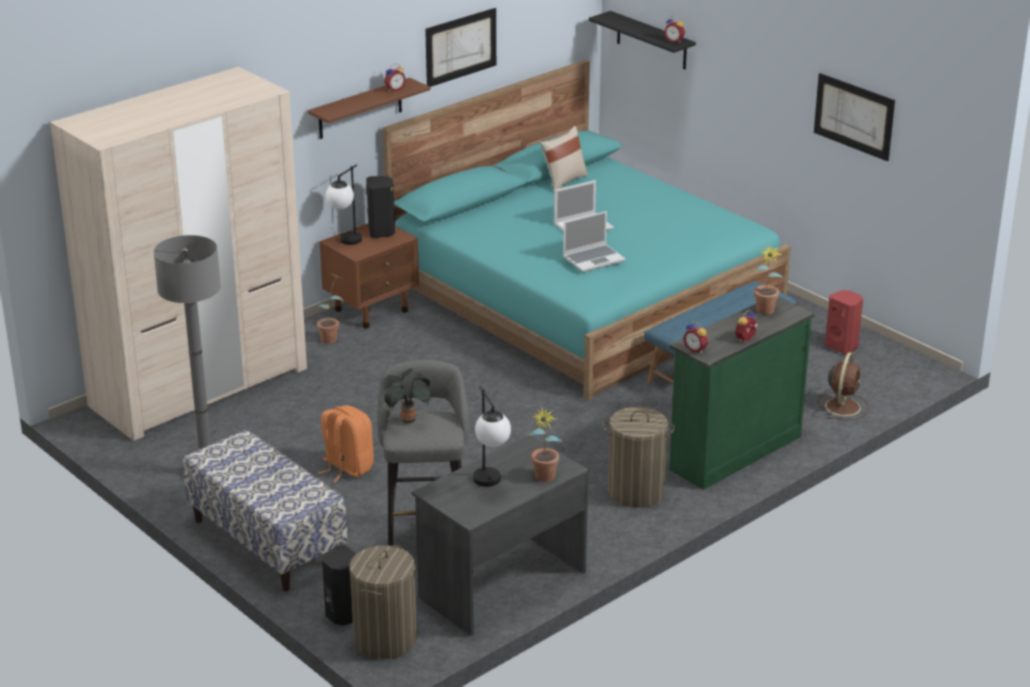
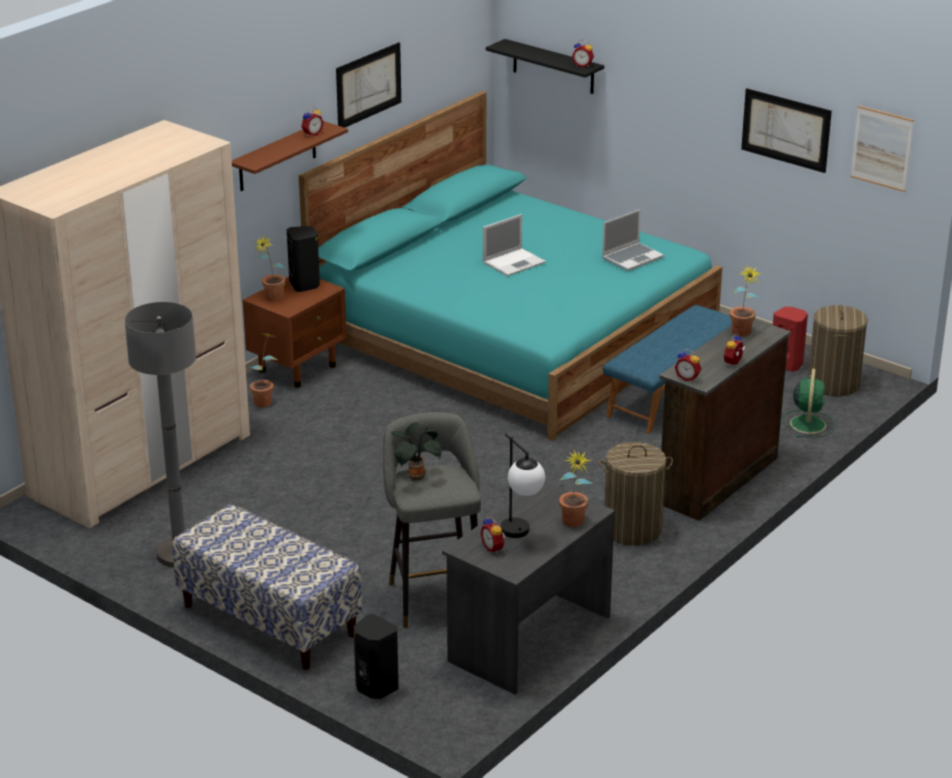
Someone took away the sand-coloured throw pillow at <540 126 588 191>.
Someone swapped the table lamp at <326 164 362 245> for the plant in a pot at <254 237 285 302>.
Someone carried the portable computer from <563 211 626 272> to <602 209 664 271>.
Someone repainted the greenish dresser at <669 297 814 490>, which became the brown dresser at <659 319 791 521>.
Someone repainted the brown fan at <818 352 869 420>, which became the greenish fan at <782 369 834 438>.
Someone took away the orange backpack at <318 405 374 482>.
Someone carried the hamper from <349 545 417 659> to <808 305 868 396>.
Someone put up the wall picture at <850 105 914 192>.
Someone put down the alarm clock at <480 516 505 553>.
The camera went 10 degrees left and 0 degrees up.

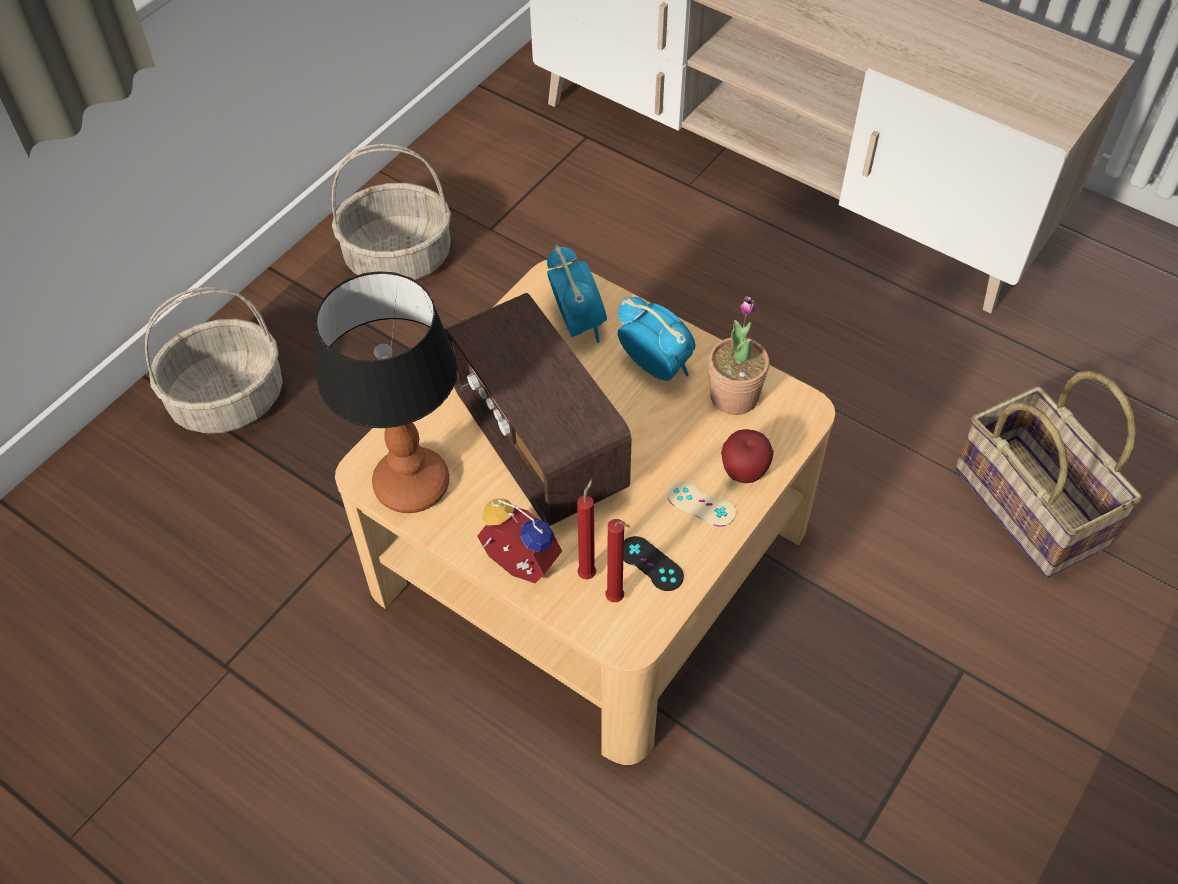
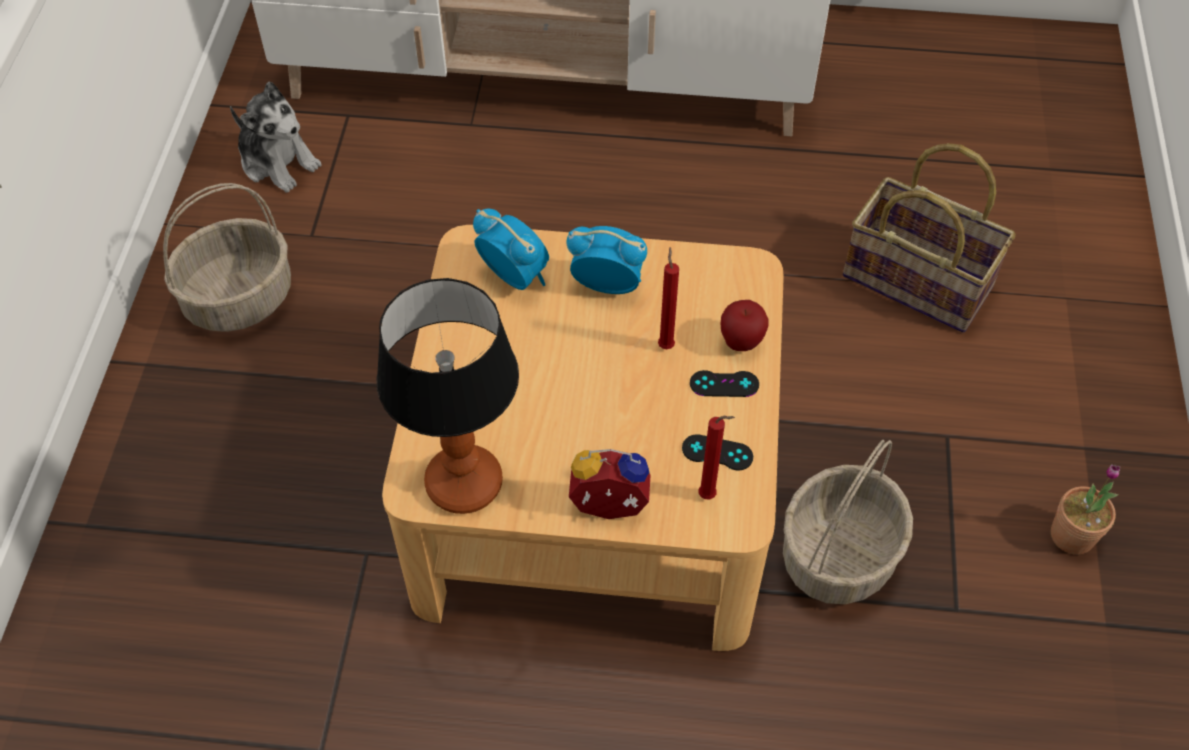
Someone carried the storage basket from <145 287 283 434> to <783 440 913 604>.
Someone took away the radio at <445 293 632 526>.
Someone carried the plant in a pot from <709 296 769 415> to <1051 464 1120 555>.
Someone carried the red wax light from <577 479 596 580> to <658 247 679 349>.
Someone repainted the sand-coloured game controller at <667 481 736 527>, which became the black-coloured game controller at <690 370 759 397>.
Someone put down the soft toy at <230 81 322 193>.
The camera went 30 degrees left and 0 degrees up.

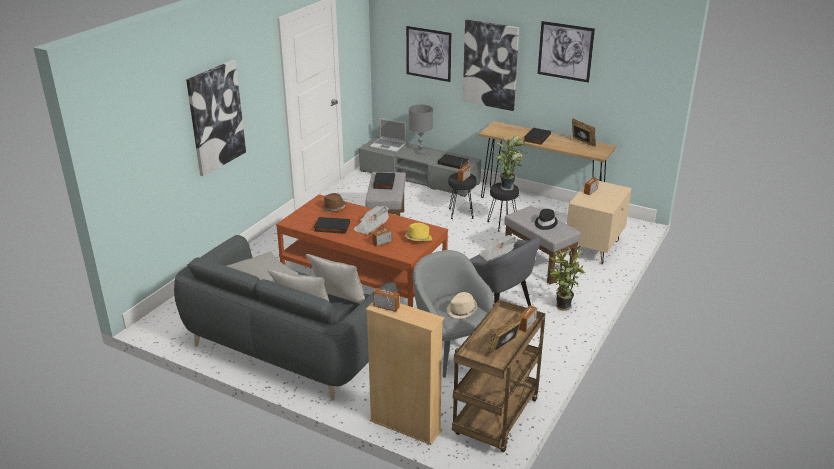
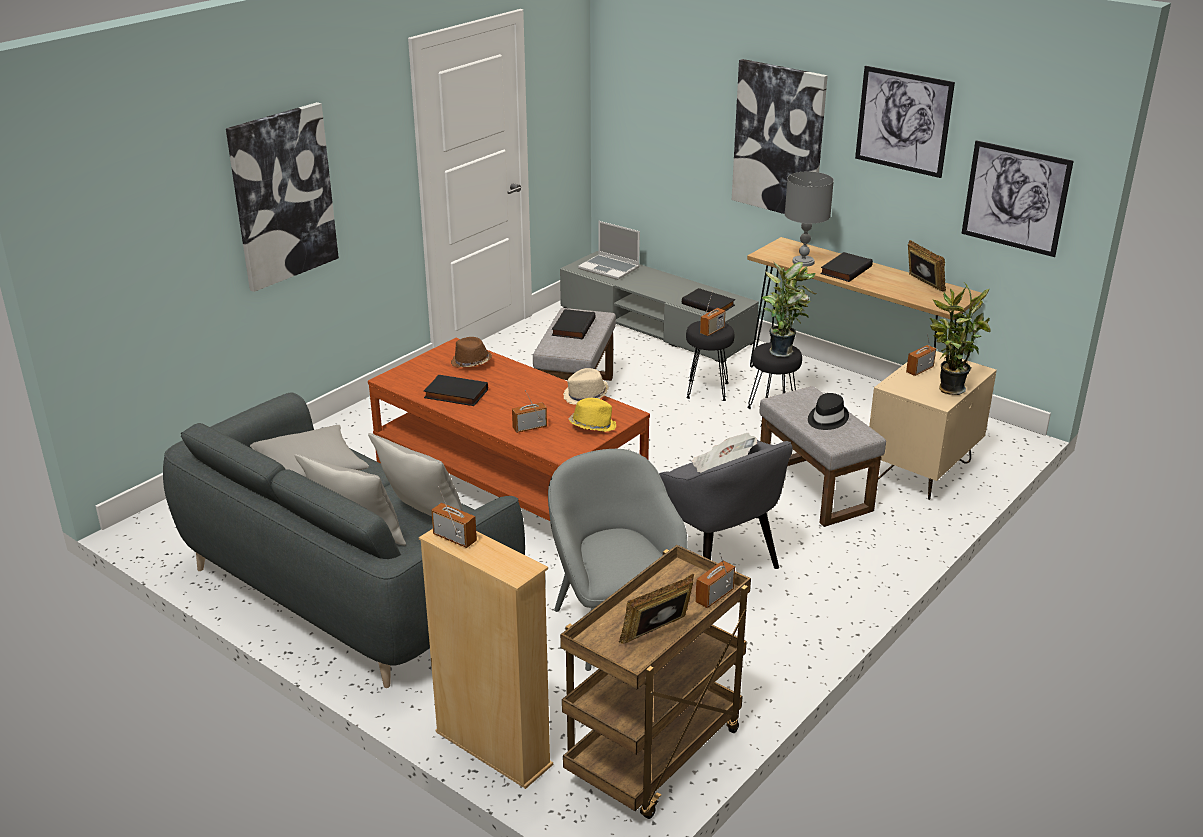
Someone carried the wall picture from <406 26 452 82> to <962 140 1074 257>.
Someone carried the greyish table lamp from <409 105 433 155> to <785 171 834 267>.
Someone took away the daily paper at <354 206 389 235>.
Someone carried the plant in a pot from <550 246 584 311> to <930 283 991 395>.
Someone carried the sand-coloured hat from <447 292 477 319> to <563 368 609 405>.
The camera went 10 degrees right and 0 degrees up.

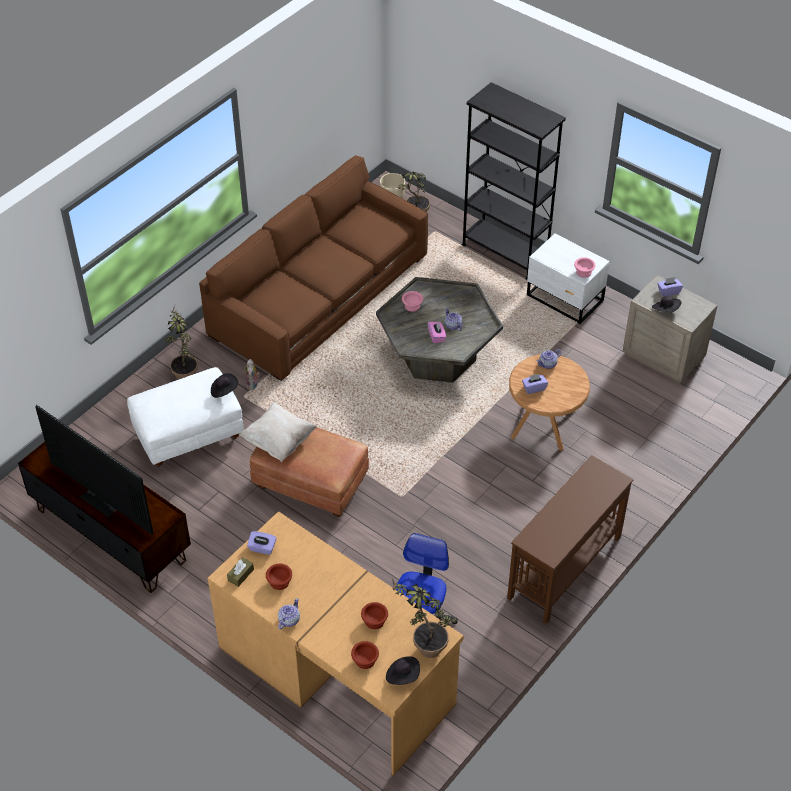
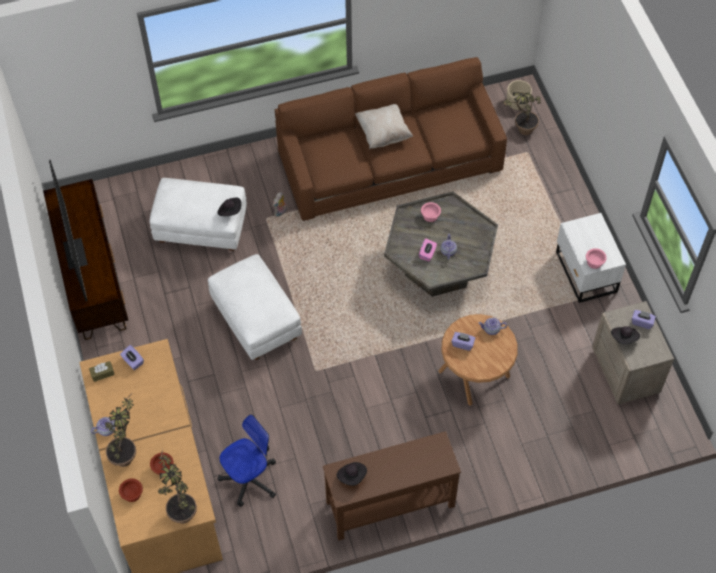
Someone took away the black-coloured bookcase at <462 82 566 280>.
Someone carried the plant in a pot from <165 303 198 380> to <105 396 136 467>.
Someone carried the sand-coloured throw pillow from <239 402 317 462> to <355 104 413 149>.
Someone repainted the brown ottoman at <250 427 369 517>, which became the whitish ottoman at <208 254 302 360>.
Someone took away the brown deep dish at <266 564 292 590>.
Someone carried the black-coloured hat from <386 656 420 685> to <337 462 367 486>.
The camera went 35 degrees right and 10 degrees up.

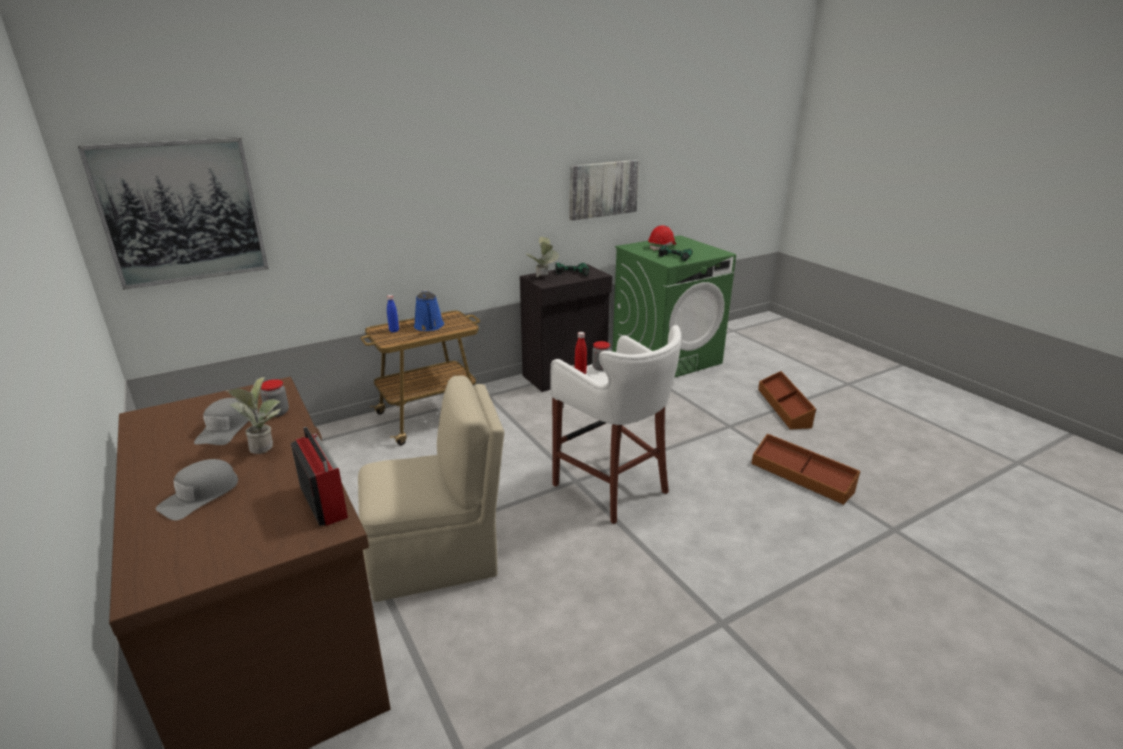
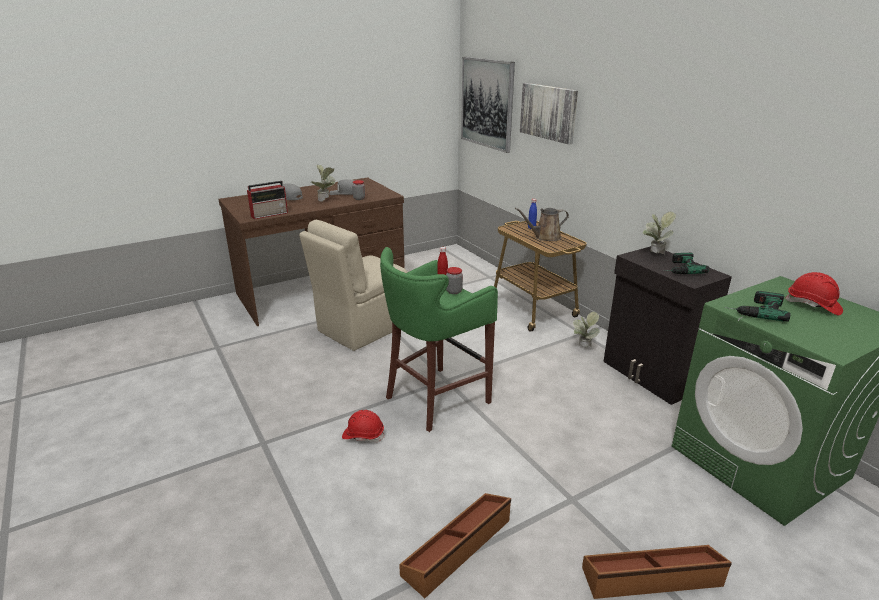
Someone carried the wall picture from <570 160 640 221> to <520 83 578 145>.
Someone repainted the blue-coloured sprinkling can at <414 290 444 331>, which became the brown sprinkling can at <515 208 569 241>.
Someone repainted the whitish stool seat at <550 325 681 524>, which became the greenish stool seat at <380 247 498 432>.
Someone rotated the sand-coloured upright chair at <358 375 504 602> by 60 degrees clockwise.
Someone put down the plant in a pot at <573 312 600 347>.
Someone put down the red hard hat at <342 410 385 442>.
The camera went 90 degrees right and 0 degrees up.

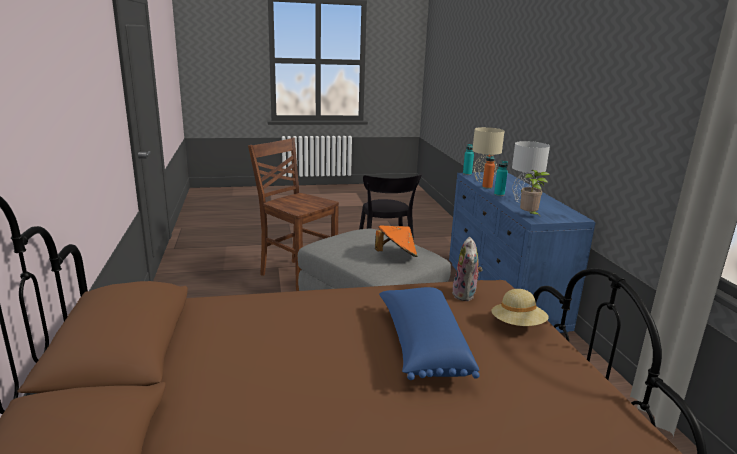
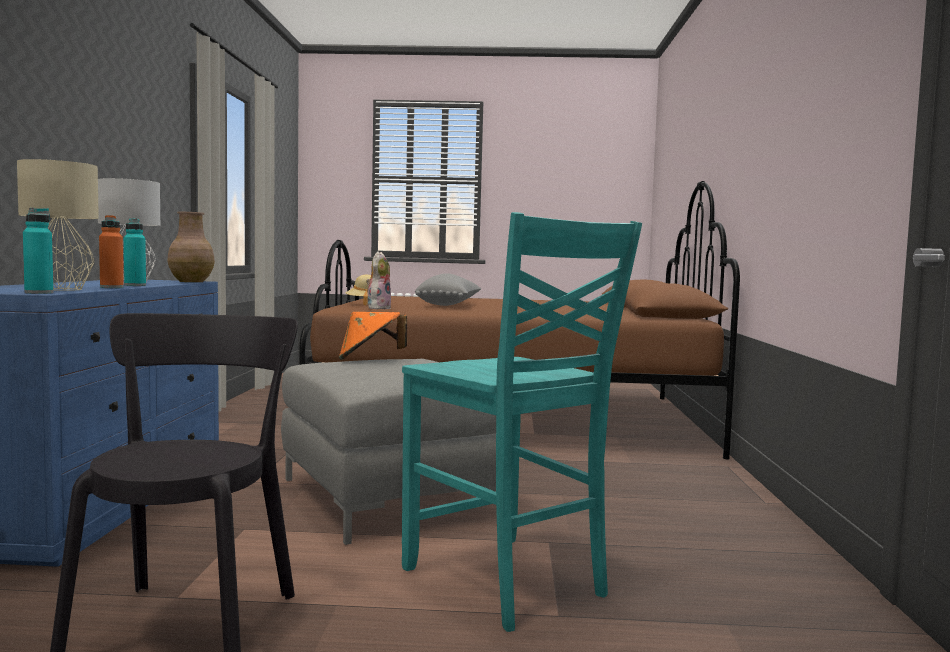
Someone repainted the brown upright chair at <248 138 339 291>, which became the turquoise-coloured upright chair at <402 212 642 632>.
Someone swapped the plant in a pot at <520 170 550 215> for the brown decorative vase at <167 212 215 282>.
Someone repainted the blue-coloured throw pillow at <379 287 480 380>, which became the greyish throw pillow at <415 273 481 306>.
The camera went 165 degrees left and 15 degrees down.

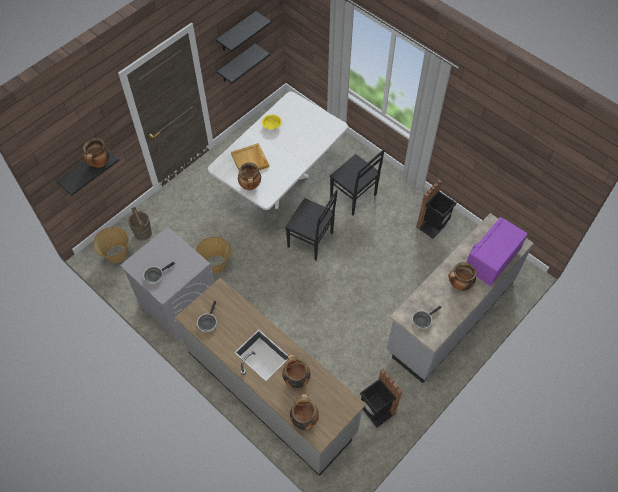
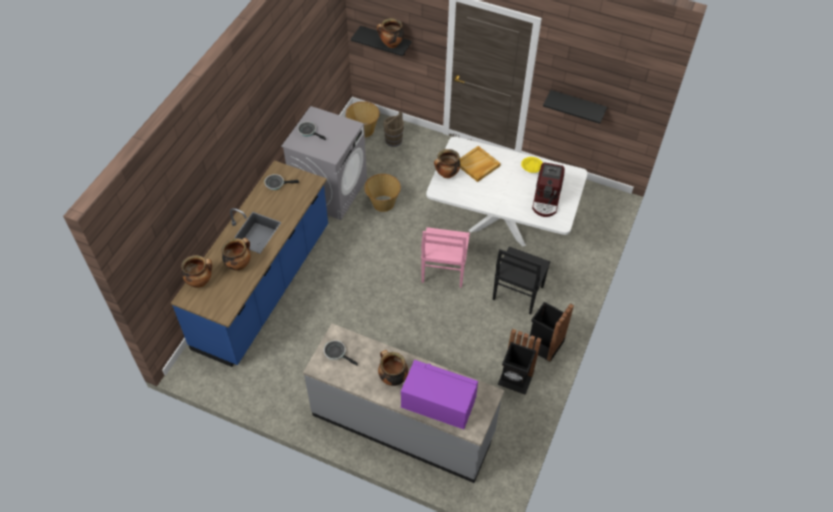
Someone took away the black-coloured shelf at <216 11 271 52>.
Someone repainted the black-coloured upright chair at <285 189 338 260>, which became the pink upright chair at <421 227 470 288>.
Someone repainted the greyish counter at <175 278 366 476>, which became the blue-coloured counter at <171 160 328 367>.
Someone carried the black-coloured rubbish bin from <360 368 402 427> to <530 302 574 362>.
Someone put down the coffee brewer at <532 162 565 217>.
The camera went 70 degrees right and 5 degrees down.

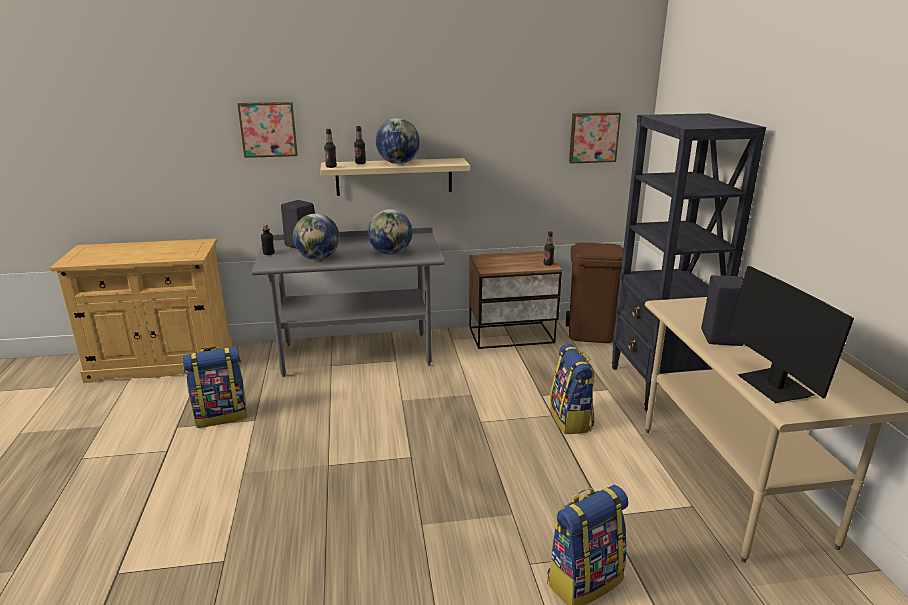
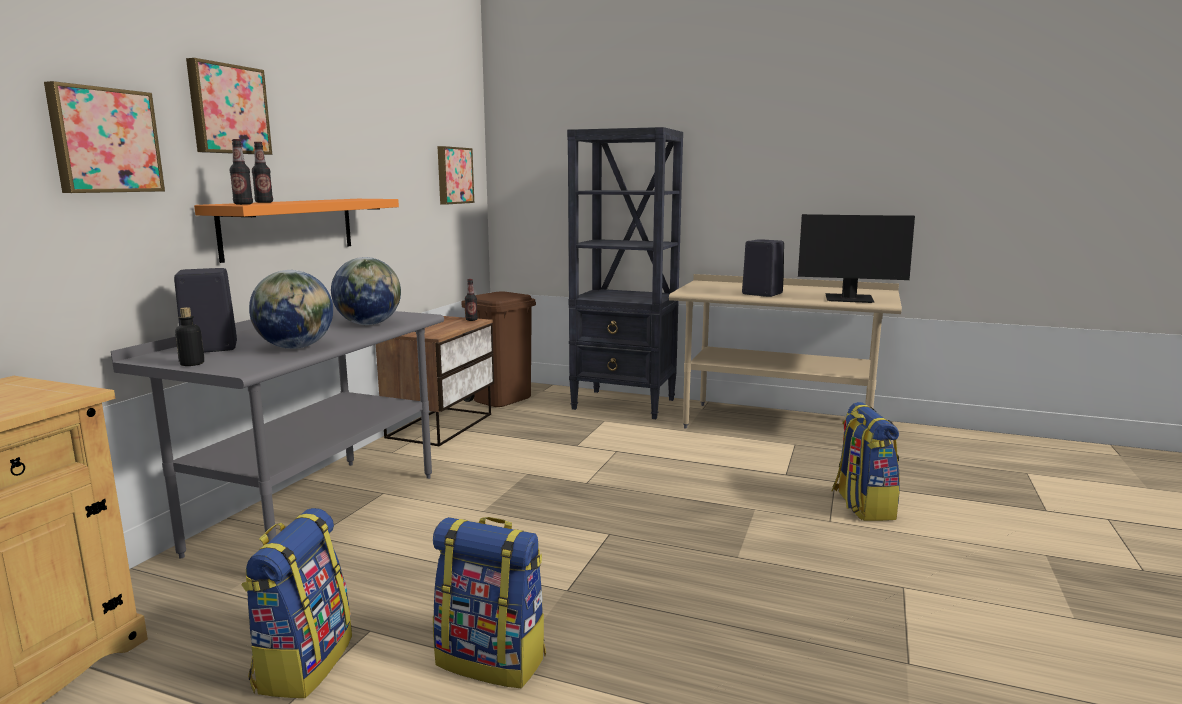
Someone took away the world globe at <376 118 420 164>.
Someone repainted the sand-coloured shelf at <320 158 470 196>, which became the orange shelf at <194 199 399 263>.
Someone carried the backpack from <550 344 595 434> to <433 517 546 689>.
Someone put up the wall picture at <186 58 272 155>.
The camera went 60 degrees left and 10 degrees down.

